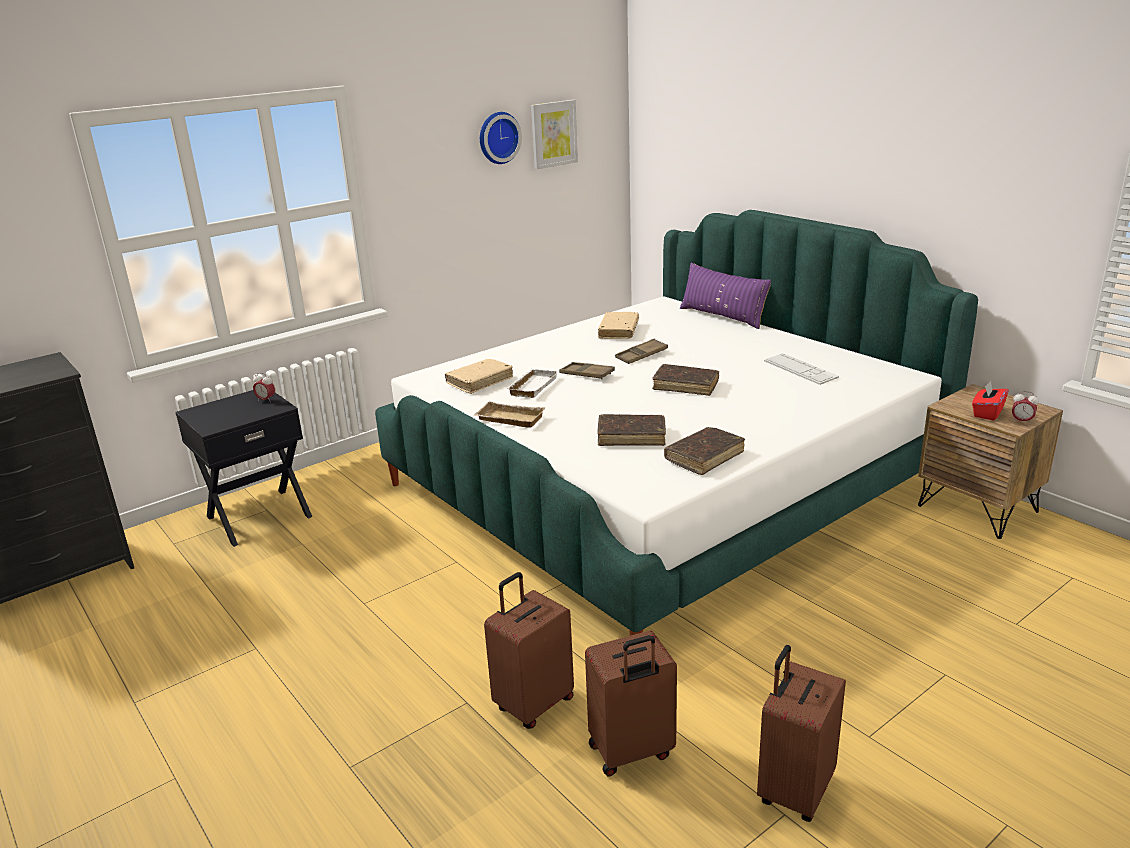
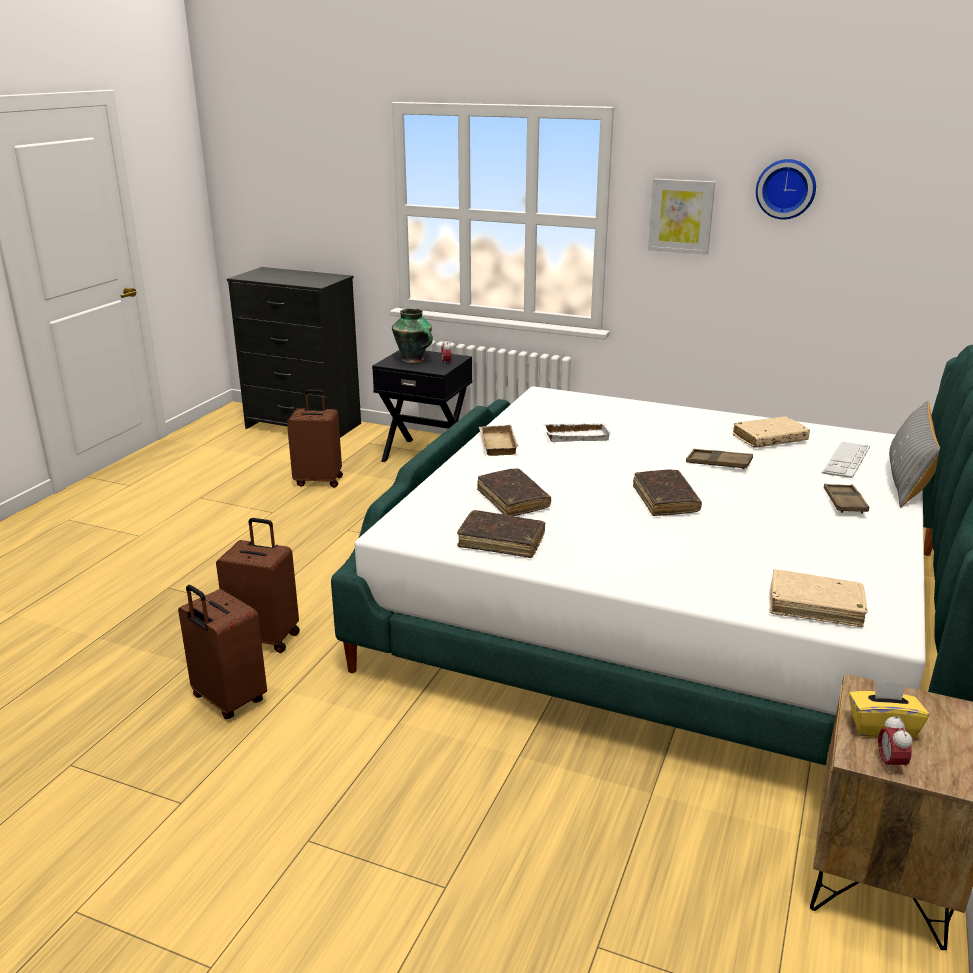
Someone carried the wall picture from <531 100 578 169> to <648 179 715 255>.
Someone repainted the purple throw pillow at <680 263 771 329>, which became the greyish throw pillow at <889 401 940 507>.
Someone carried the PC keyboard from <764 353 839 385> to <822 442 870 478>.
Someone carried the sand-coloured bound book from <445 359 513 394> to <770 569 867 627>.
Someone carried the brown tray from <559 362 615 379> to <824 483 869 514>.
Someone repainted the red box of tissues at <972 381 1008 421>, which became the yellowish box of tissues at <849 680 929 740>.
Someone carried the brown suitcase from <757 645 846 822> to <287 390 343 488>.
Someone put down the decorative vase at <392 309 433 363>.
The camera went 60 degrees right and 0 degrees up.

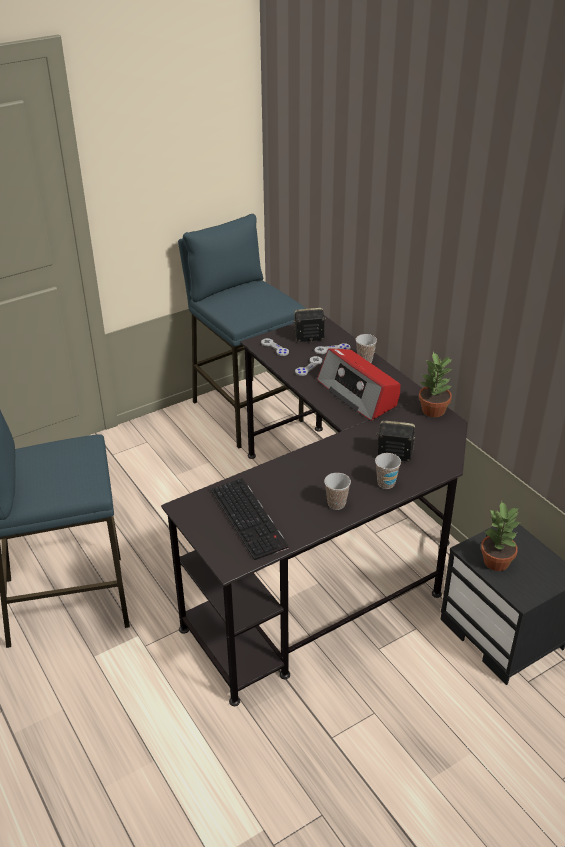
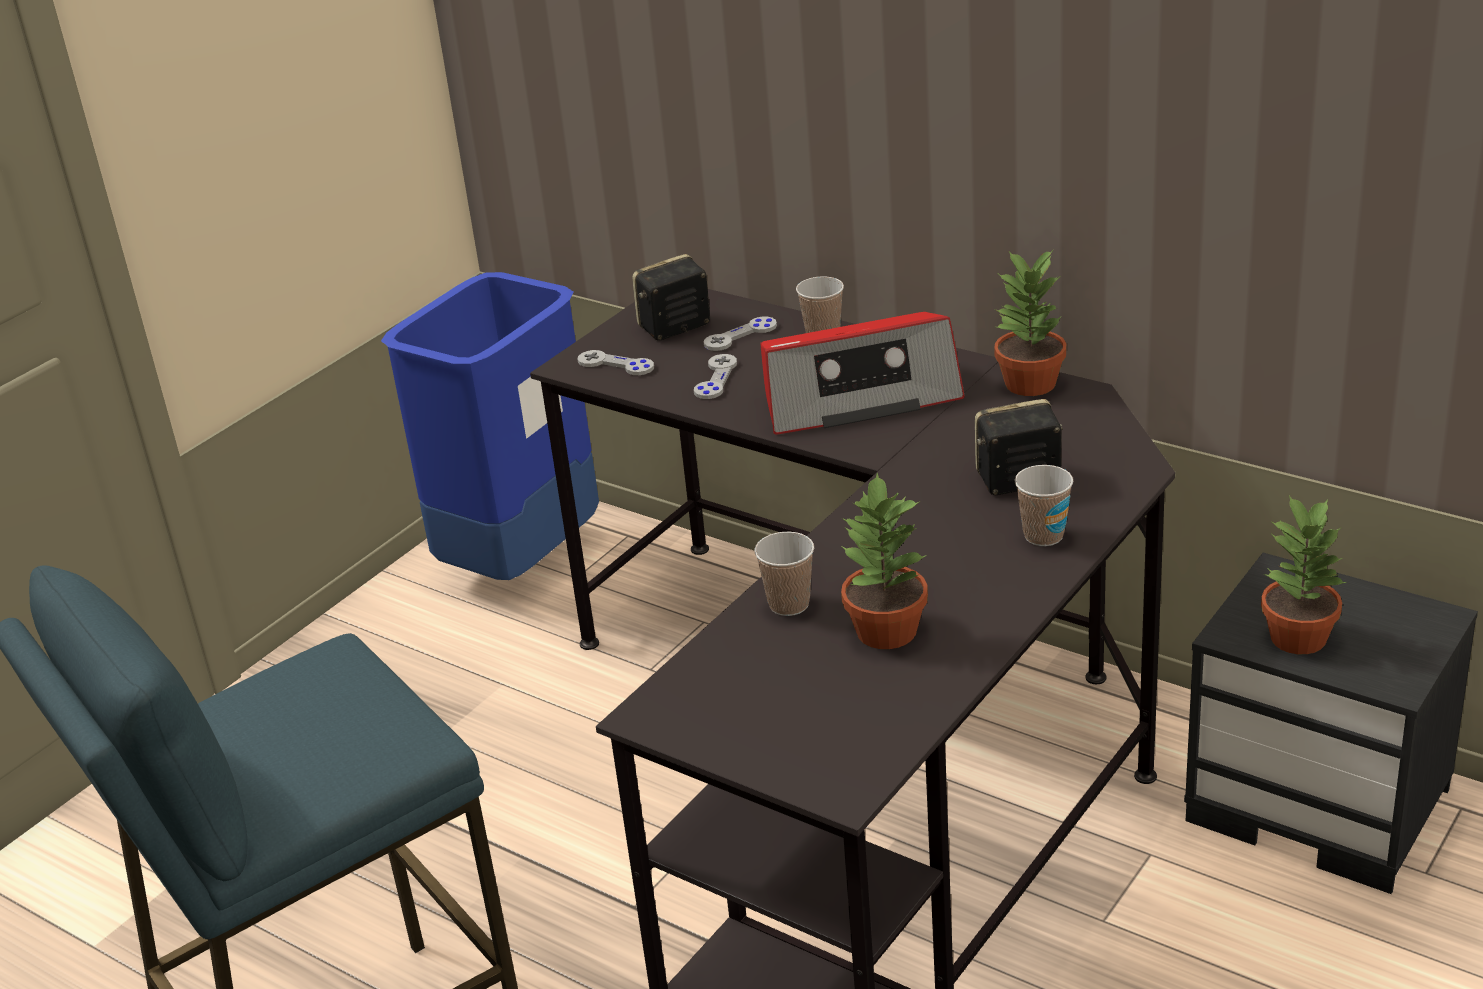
Someone swapped the blue-coloured stool seat at <178 214 306 448> for the blue-coloured rubbish bin at <381 272 599 580>.
Someone rotated the radio at <317 348 400 421> by 45 degrees counterclockwise.
Someone carried the small cup from <324 473 351 510> to <754 532 814 616>.
Someone took away the PC keyboard at <211 478 289 560>.
Someone put down the plant in a pot at <841 473 928 649>.
The camera went 20 degrees left and 5 degrees down.

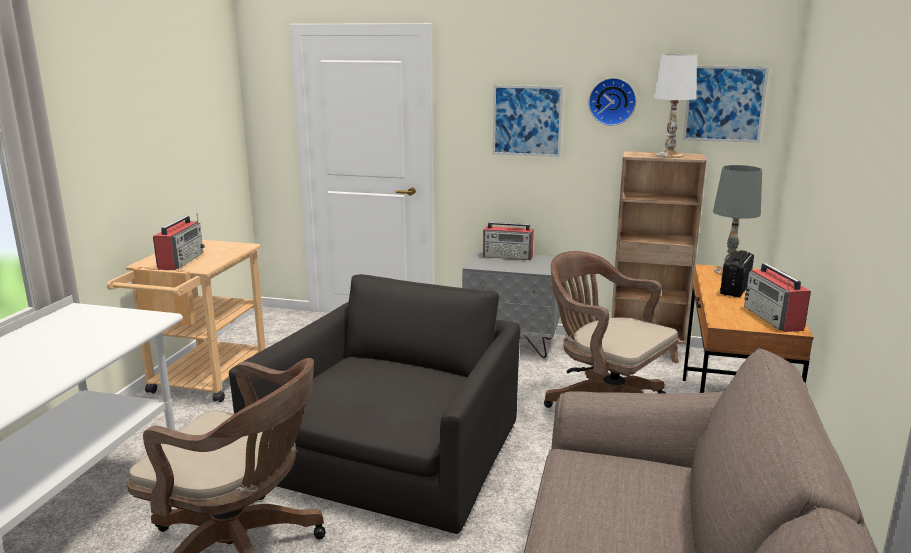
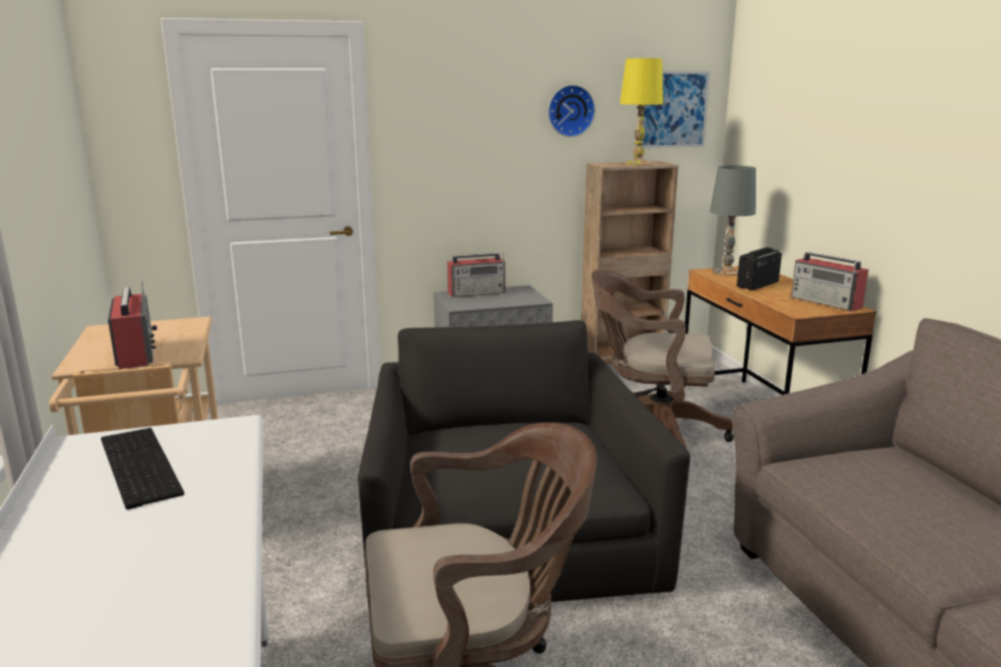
Someone repainted the whitish table lamp at <654 54 697 158>, which became the yellowish table lamp at <620 58 663 166>.
Someone took away the wall picture at <493 85 563 157>.
Someone rotated the radio at <720 250 754 297> by 45 degrees clockwise.
Someone put down the PC keyboard at <101 428 184 510>.
The camera went 30 degrees left and 0 degrees up.

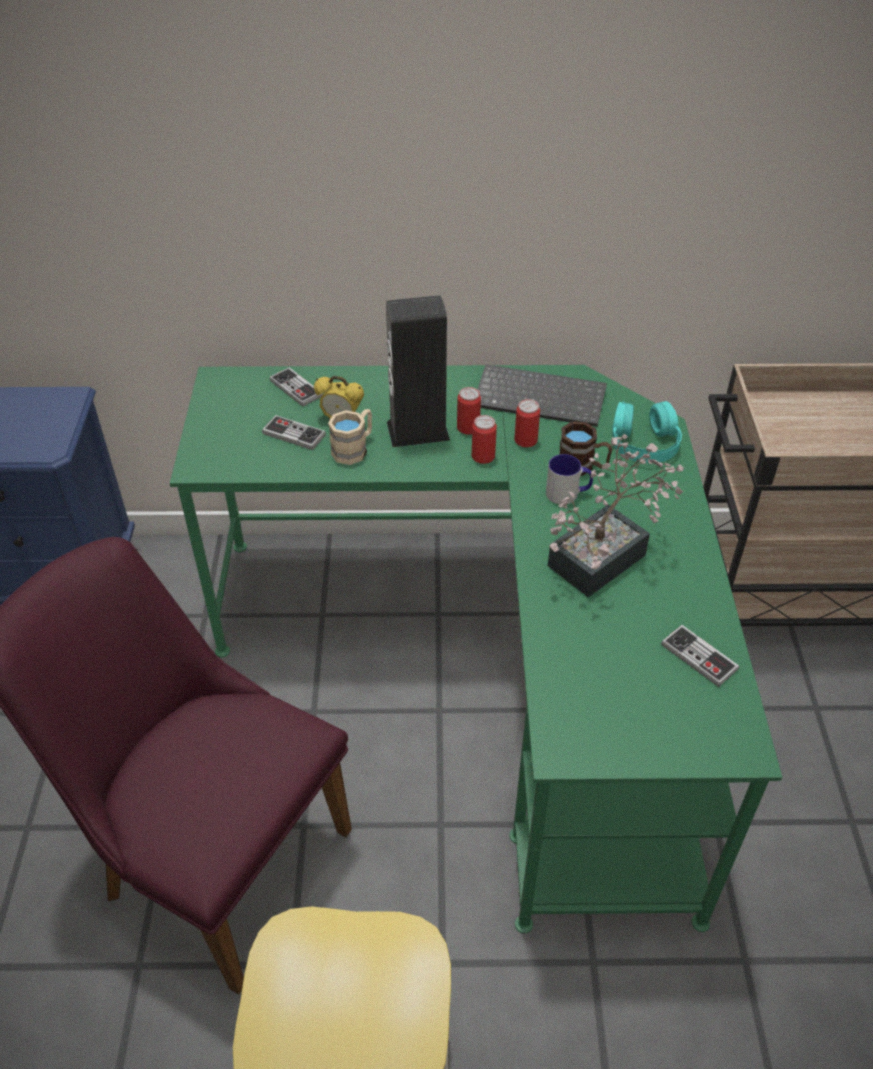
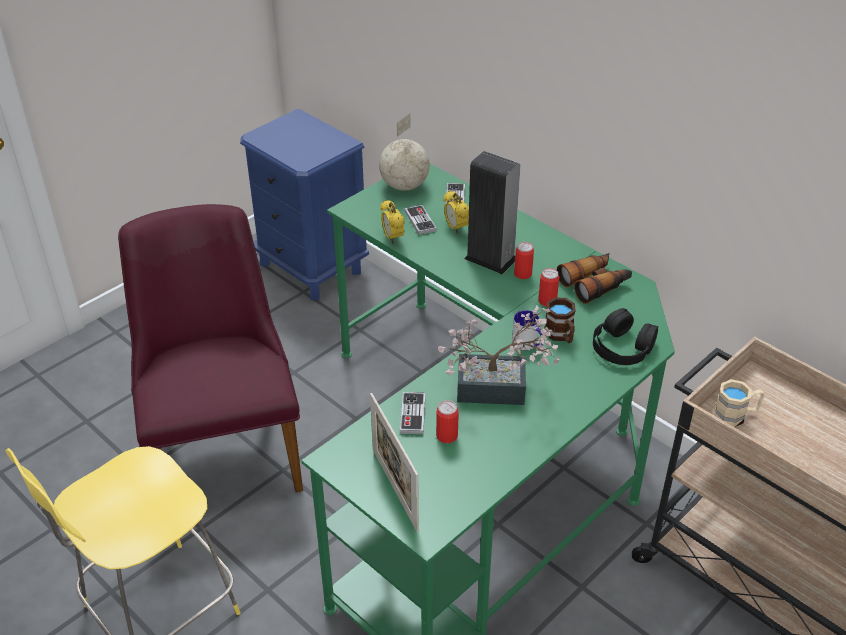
Someone swapped the PC keyboard at <478 364 607 427> for the pair of binoculars at <557 253 632 304>.
Someone repainted the turquoise-coloured headset at <612 401 682 463>, which became the black-coloured headset at <593 308 658 365>.
Someone carried the sand-coloured mug from <328 409 372 465> to <714 379 764 427>.
Someone carried the metal can from <471 415 497 464> to <436 401 459 443>.
Someone carried the game controller from <661 625 739 687> to <400 392 426 434>.
Someone put down the world globe at <379 113 430 191>.
Someone put down the alarm clock at <380 200 404 243>.
Someone put down the standing frame at <370 393 419 532>.
The camera went 45 degrees right and 5 degrees down.

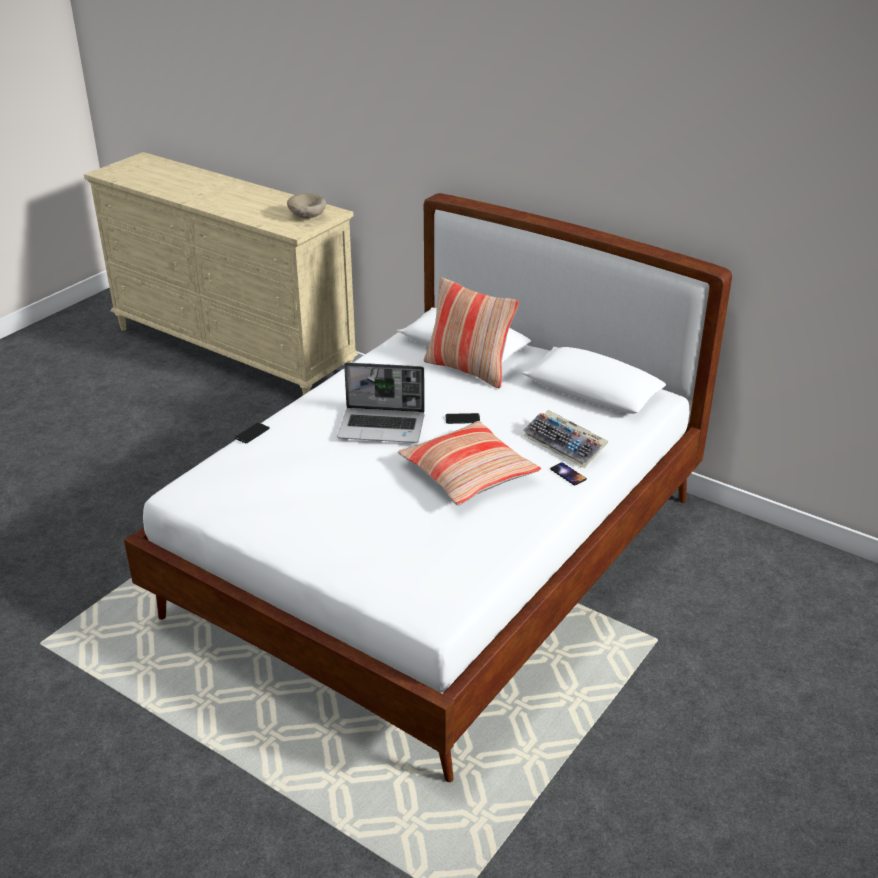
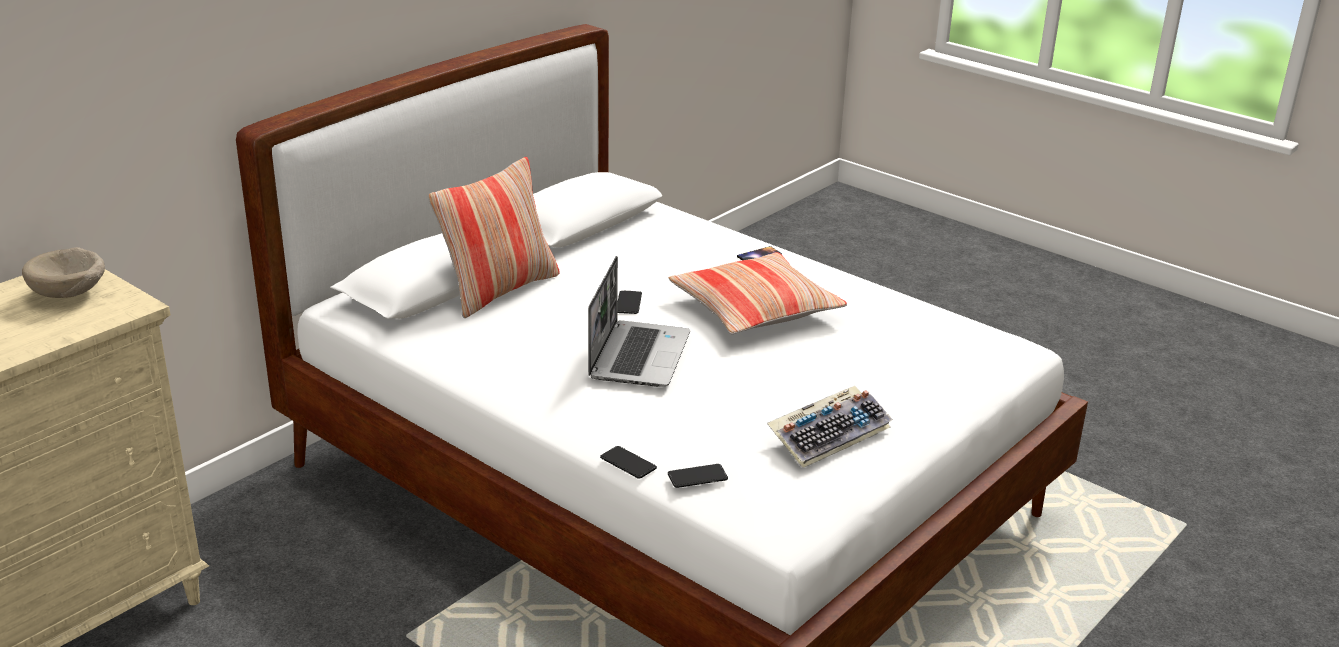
Someone carried the PC keyboard from <523 410 609 468> to <767 386 893 468>.
Someone put down the telephone at <668 464 728 488>.
The camera went 85 degrees left and 5 degrees down.

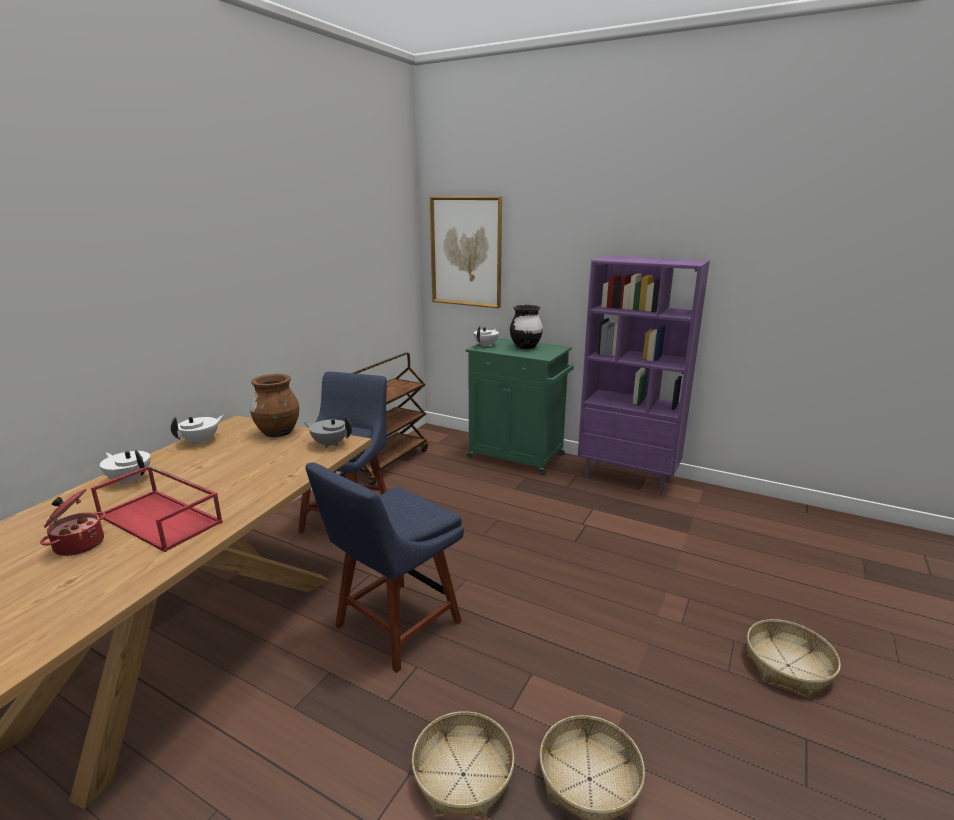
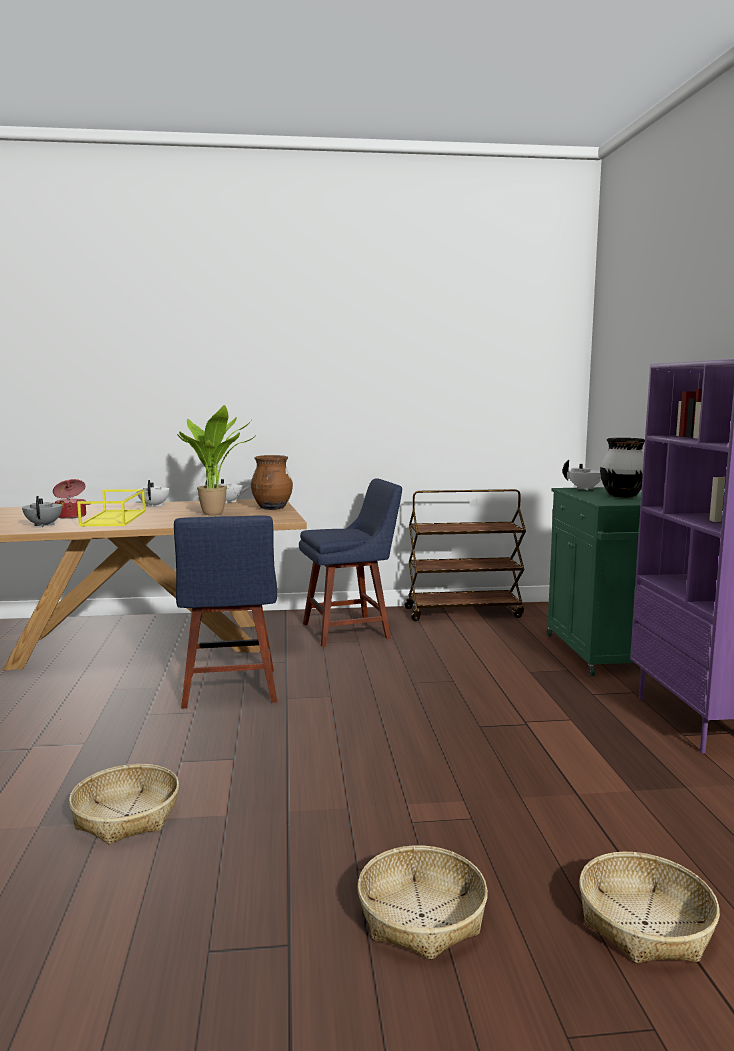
Someone took away the wall picture at <429 196 502 308>.
Someone carried the greyish pot for tea from <304 416 352 448> to <22 496 63 527>.
Someone rotated the blue-coloured upright chair at <305 462 464 673> by 105 degrees counterclockwise.
Someone repainted the red tray at <91 465 223 552>, which became the yellowish tray at <77 489 146 527>.
Someone carried the storage basket from <412 711 515 817> to <579 852 720 963>.
Someone put down the plant in a pot at <177 405 254 515>.
The camera went 55 degrees right and 10 degrees down.

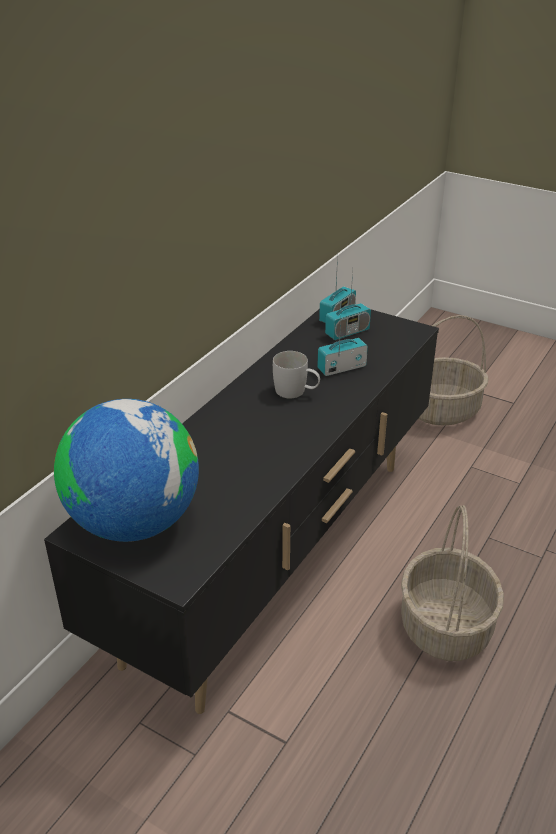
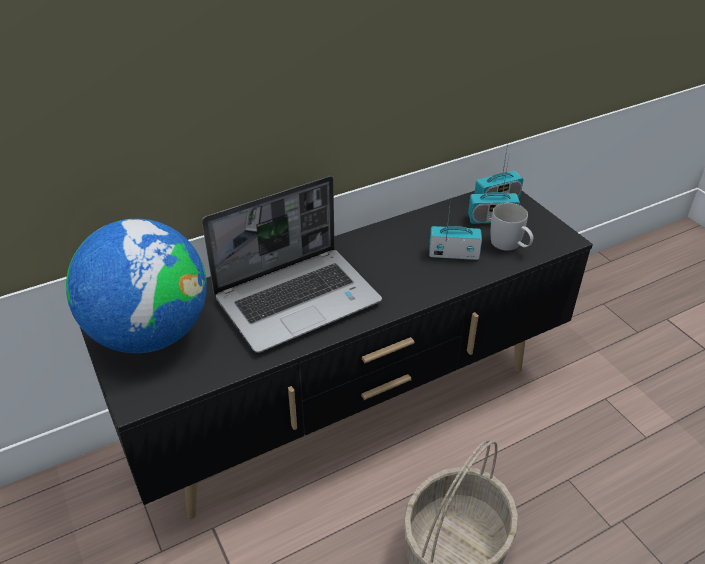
Someone took away the storage basket at <418 315 488 426>.
Someone carried the whitish mug from <273 351 320 399> to <491 203 533 251>.
Someone put down the portable computer at <202 176 382 353>.
The camera went 30 degrees right and 5 degrees up.

